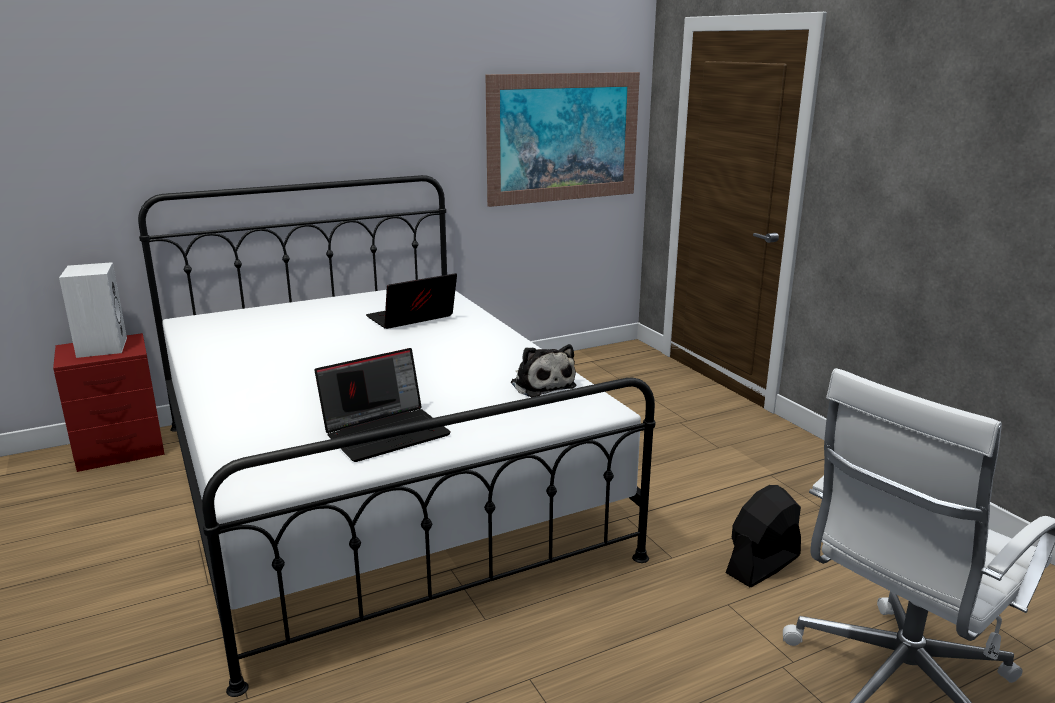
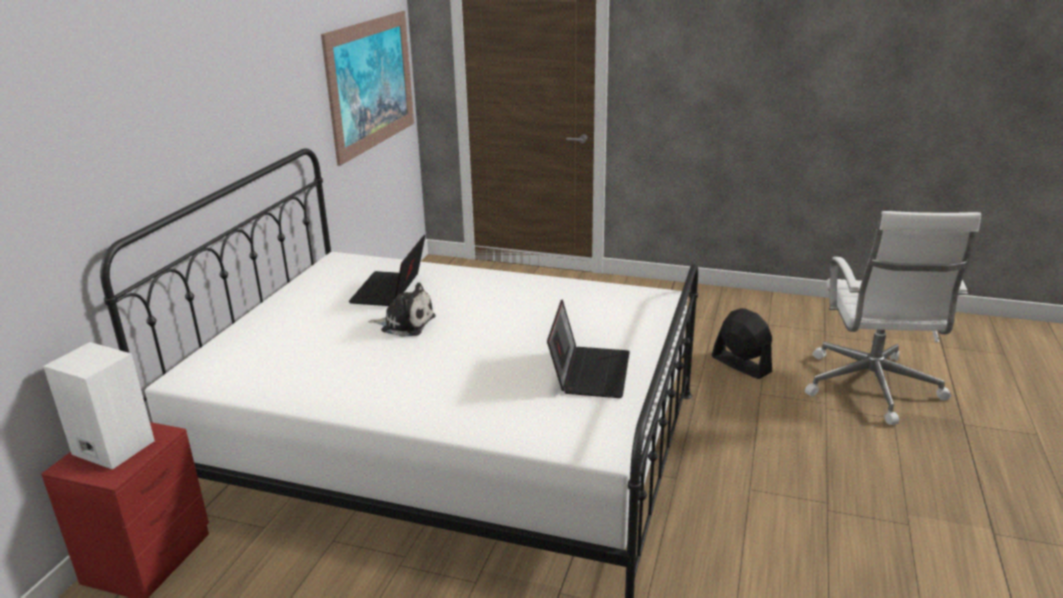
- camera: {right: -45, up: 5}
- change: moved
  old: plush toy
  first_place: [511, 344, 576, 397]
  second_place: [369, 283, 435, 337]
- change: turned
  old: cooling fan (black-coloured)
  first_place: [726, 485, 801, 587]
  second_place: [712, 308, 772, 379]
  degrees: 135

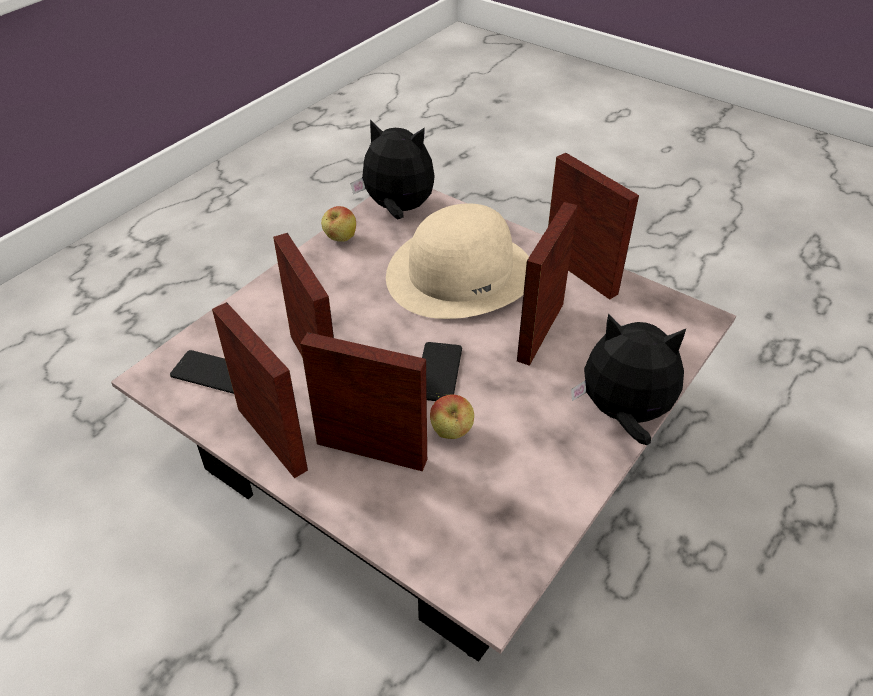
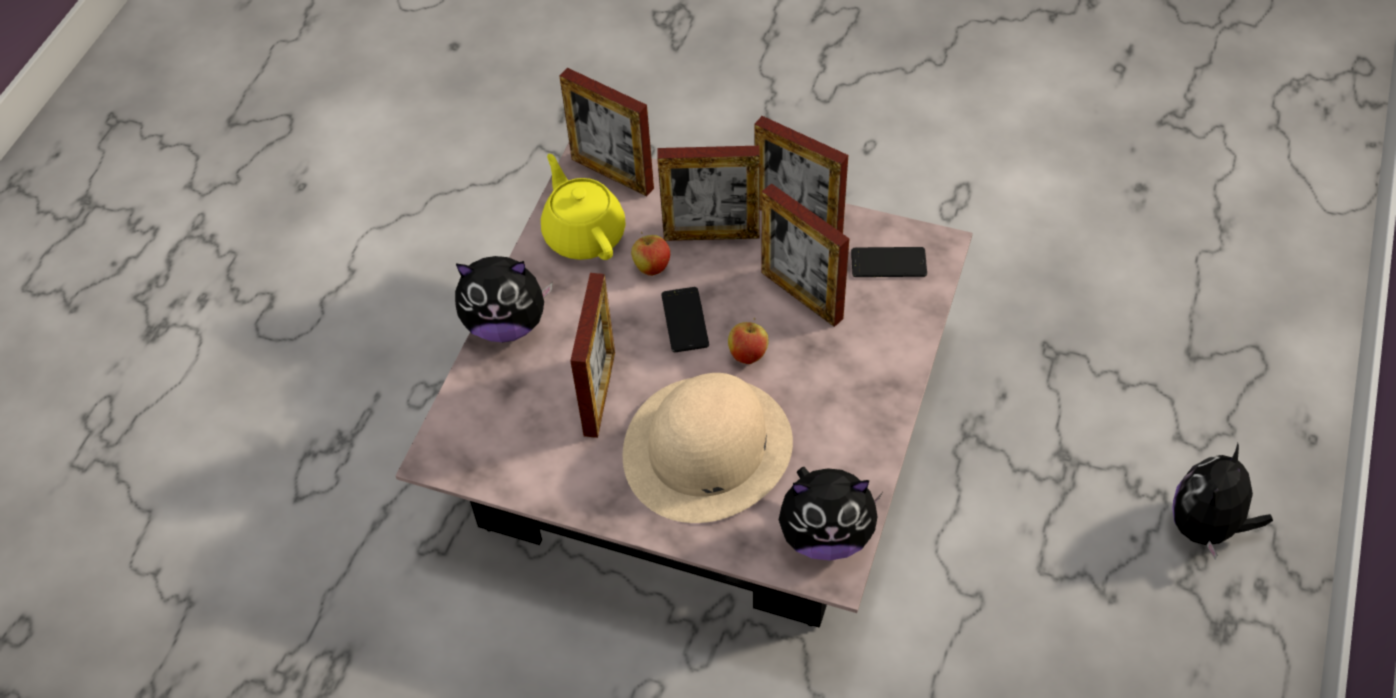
- camera: {right: 165, up: 10}
- change: moved
  old: picture frame
  first_place: [548, 153, 639, 300]
  second_place: [559, 68, 654, 197]
- change: moved
  old: apple
  first_place: [321, 206, 356, 242]
  second_place: [728, 318, 769, 364]
- change: added
  new: tea pot (yellowish)
  second_place: [541, 154, 626, 260]
- change: added
  new: plush toy
  second_place: [1172, 443, 1273, 560]

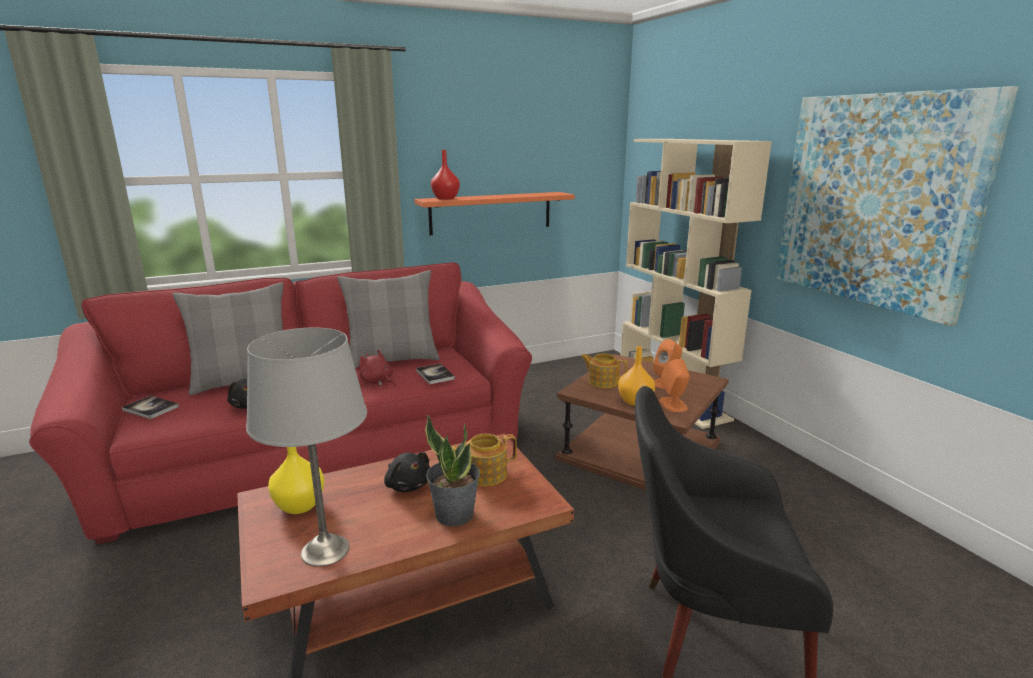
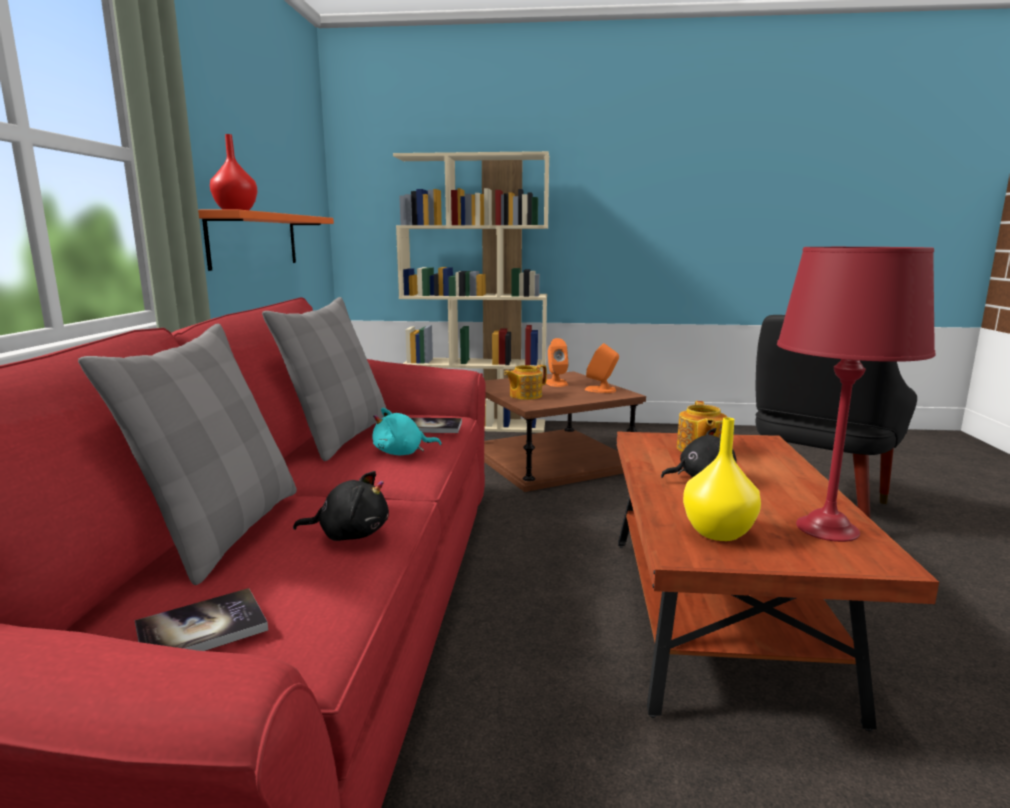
- camera: {right: -60, up: -5}
- change: removed
  old: wall art
  first_place: [776, 86, 1018, 326]
- change: recoloured
  old: table lamp (greyish)
  new: table lamp (red-coloured)
  first_place: [246, 327, 367, 567]
  second_place: [777, 247, 935, 542]
- change: removed
  old: vase (orange)
  first_place: [618, 346, 655, 406]
- change: recoloured
  old: plush toy (red-coloured)
  new: plush toy (blue-green)
  first_place: [359, 350, 395, 386]
  second_place: [372, 408, 442, 455]
- change: removed
  old: plant in a pot
  first_place: [425, 414, 480, 526]

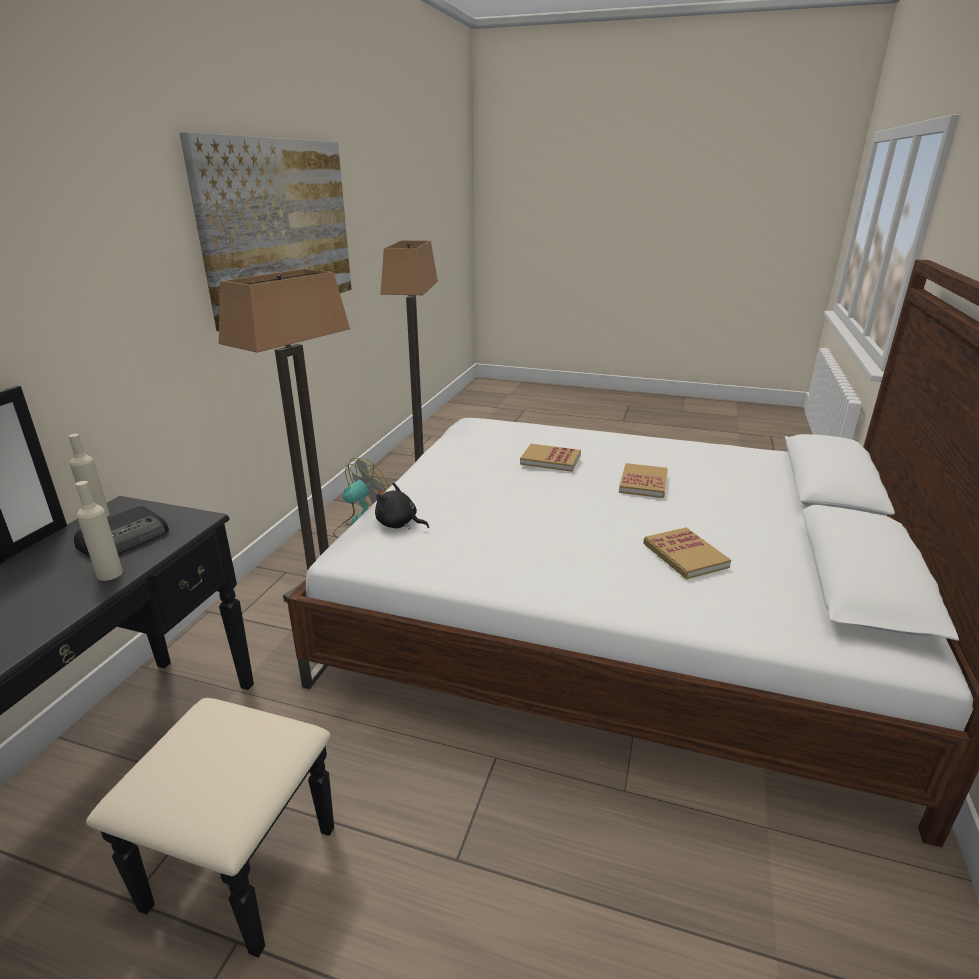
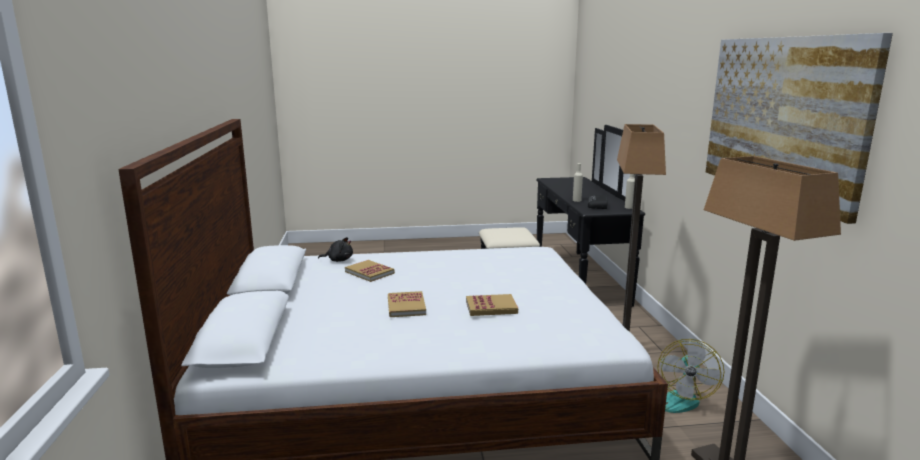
- camera: {right: 155, up: -10}
- change: moved
  old: plush toy (black-coloured)
  first_place: [375, 483, 429, 530]
  second_place: [318, 237, 353, 262]

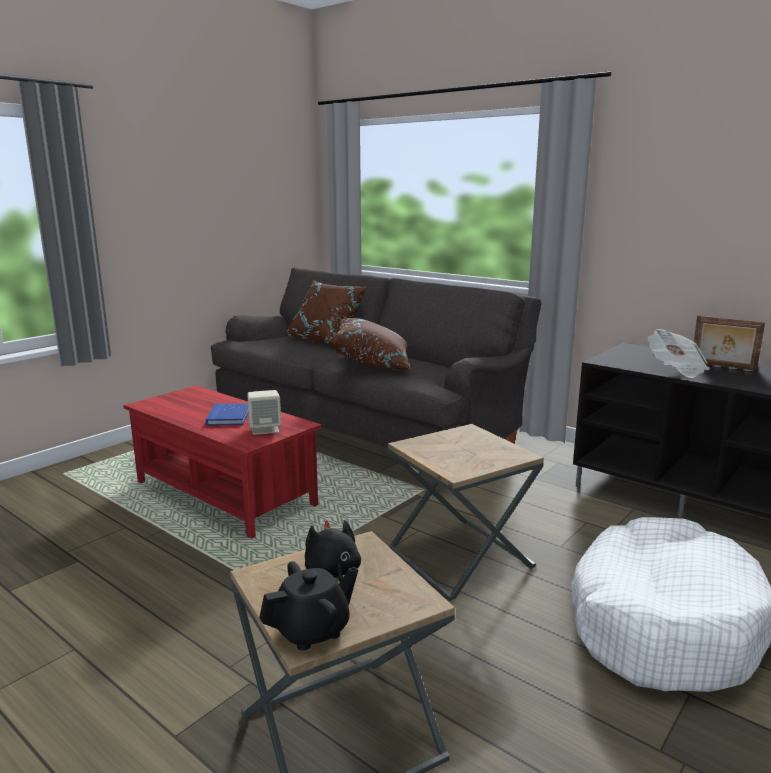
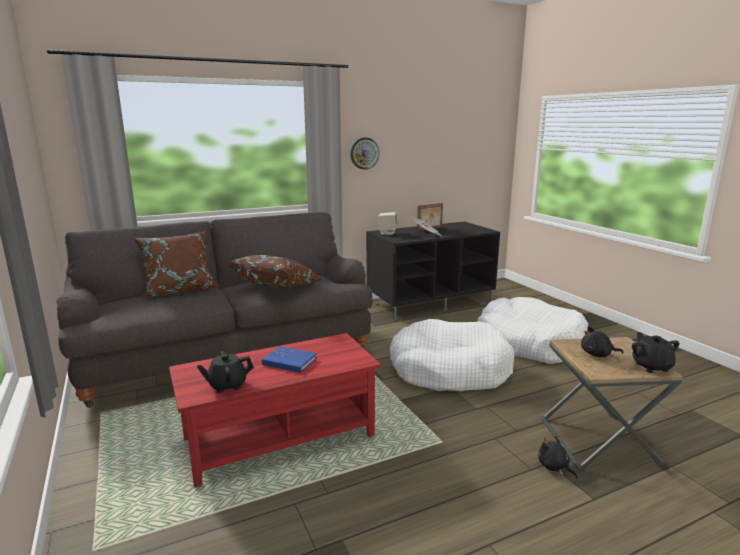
- camera: {right: -65, up: 0}
- change: moved
  old: audio speaker (sand-coloured)
  first_place: [248, 390, 282, 435]
  second_place: [378, 212, 398, 235]
- change: replaced
  old: end table (brownish)
  new: dog bed (white-coloured)
  first_place: [387, 424, 544, 601]
  second_place: [390, 319, 515, 391]
- change: added
  new: hanging clock
  second_place: [350, 137, 379, 170]
- change: added
  new: tea pot (black-coloured)
  second_place: [197, 351, 254, 393]
- change: added
  new: plush toy (black-coloured)
  second_place: [538, 436, 578, 479]

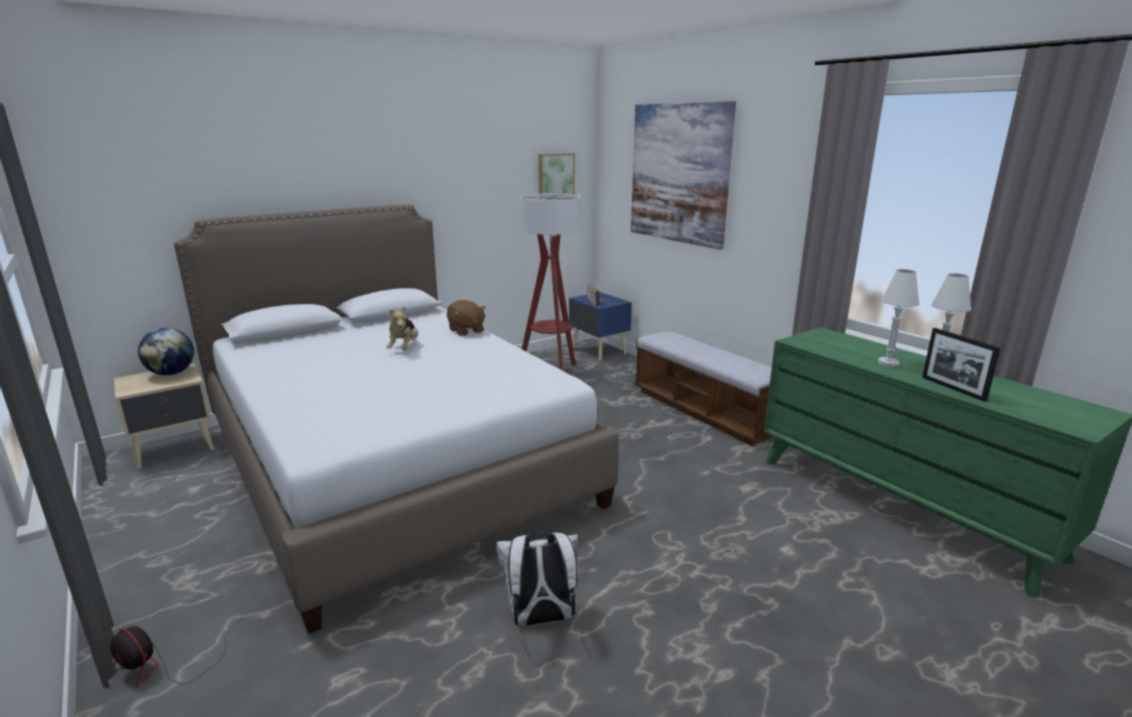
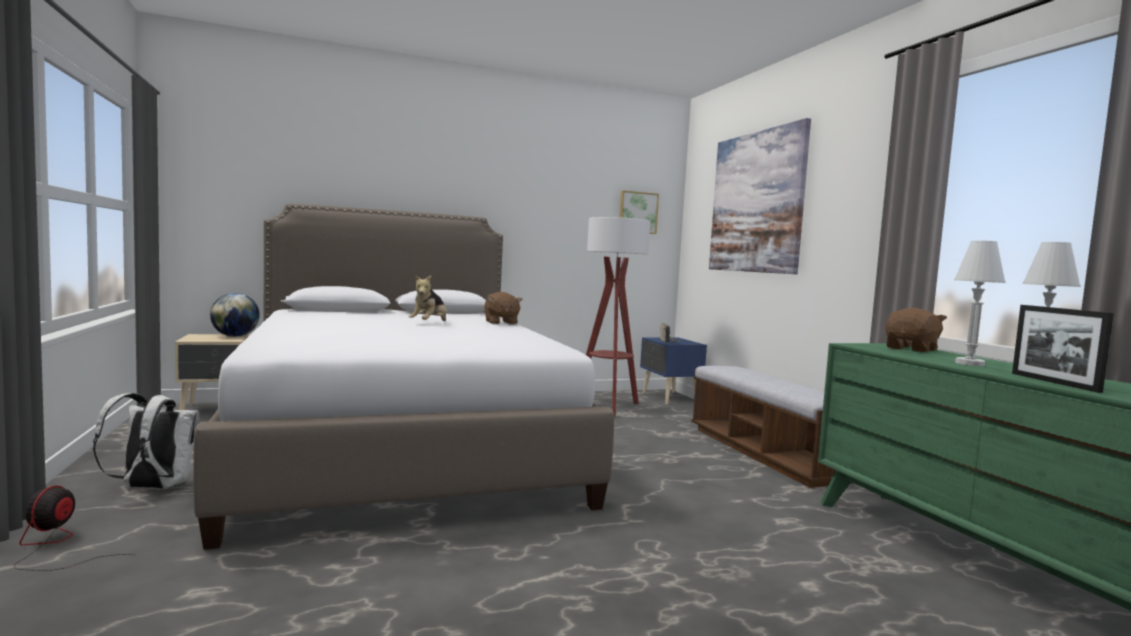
- camera: {right: 15, up: -15}
- change: moved
  old: backpack (white-coloured)
  first_place: [496, 531, 578, 626]
  second_place: [93, 393, 200, 489]
- change: turned
  old: cooling fan
  first_place: [110, 617, 244, 687]
  second_place: [14, 486, 133, 571]
  degrees: 45
- change: added
  new: plush toy (brownish)
  second_place: [885, 308, 947, 352]

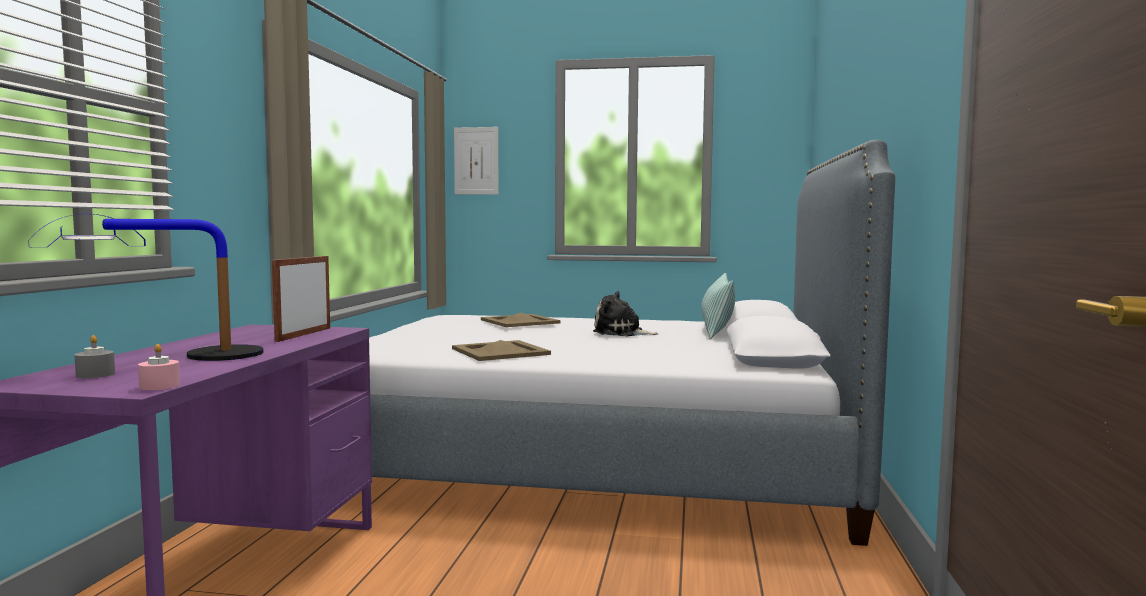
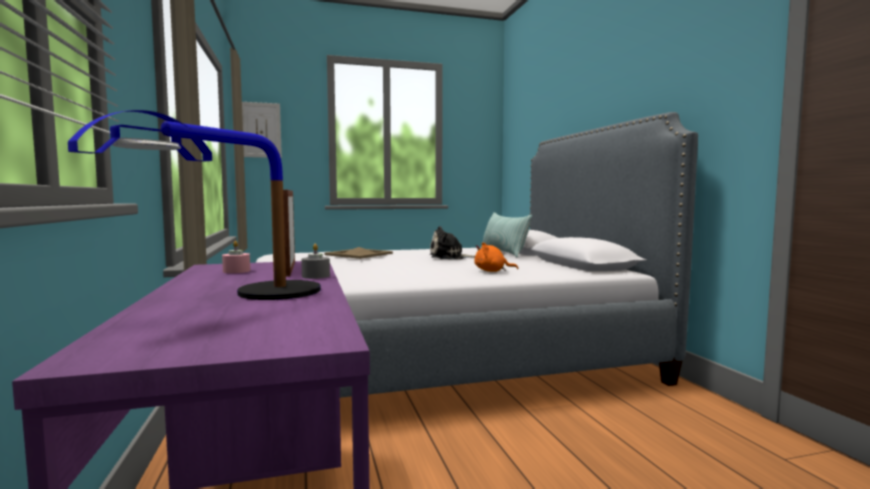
- camera: {right: -25, up: 0}
- change: moved
  old: wax light (greyish)
  first_place: [74, 335, 115, 378]
  second_place: [301, 244, 330, 279]
- change: removed
  old: serving tray (sand-coloured)
  first_place: [452, 340, 551, 361]
- change: moved
  old: wax light (pinkish)
  first_place: [138, 344, 180, 390]
  second_place: [222, 241, 250, 273]
- change: added
  new: plush toy (orange)
  second_place: [474, 243, 518, 272]

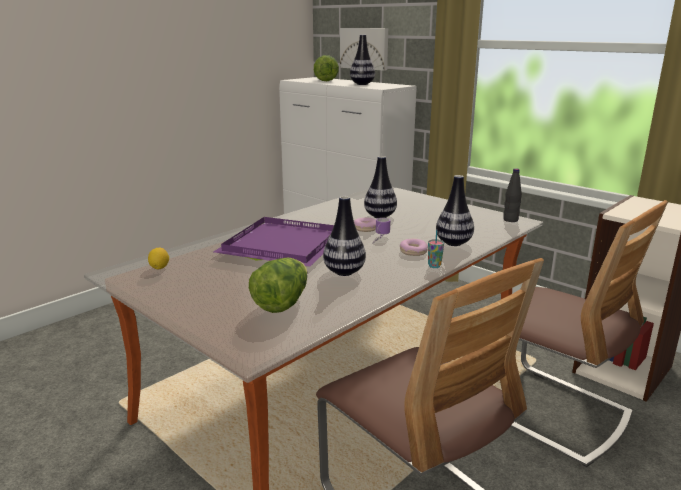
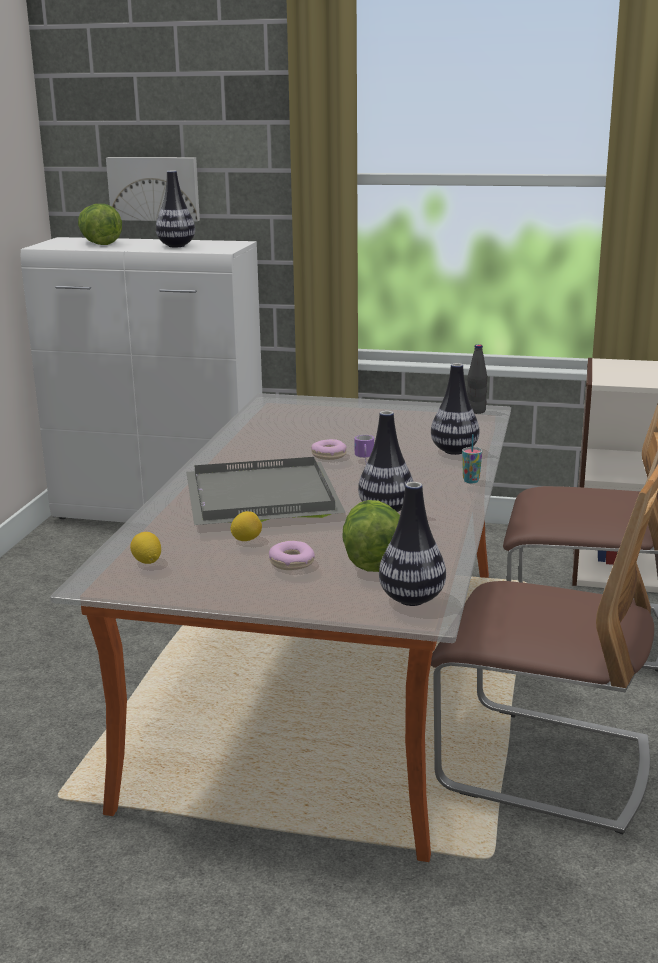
- camera: {right: -30, up: 0}
- change: moved
  old: vase
  first_place: [364, 156, 397, 218]
  second_place: [379, 482, 446, 606]
- change: recoloured
  old: serving tray (purple)
  new: serving tray (greyish)
  first_place: [214, 217, 334, 267]
  second_place: [186, 457, 346, 525]
- change: moved
  old: doughnut
  first_place: [400, 239, 428, 256]
  second_place: [269, 541, 315, 570]
- change: added
  new: lemon
  second_place: [230, 511, 262, 541]

